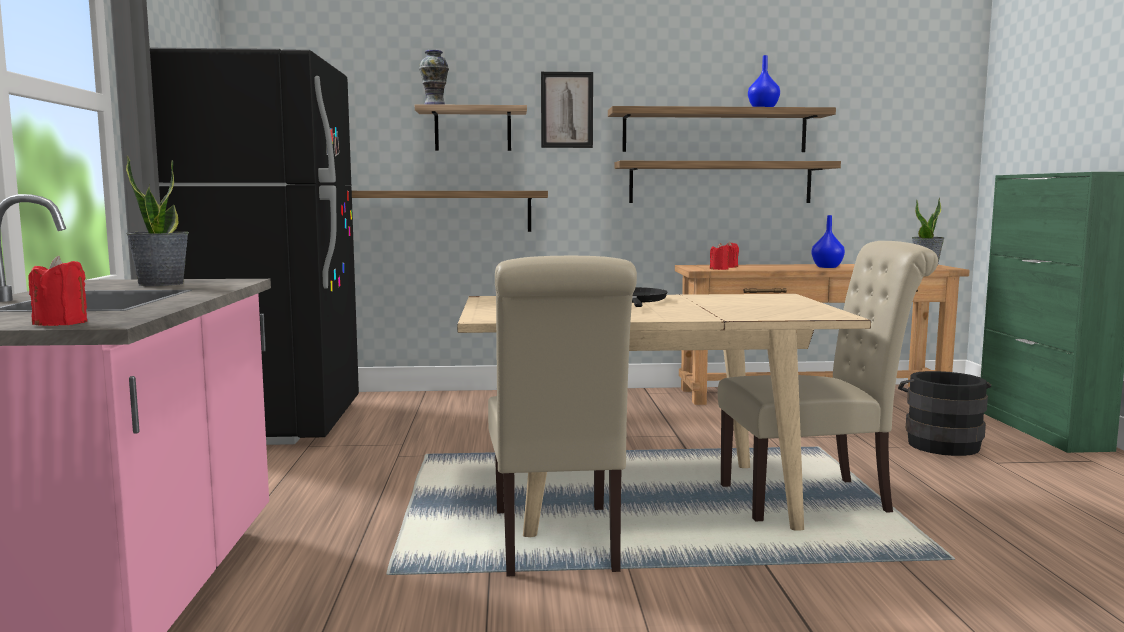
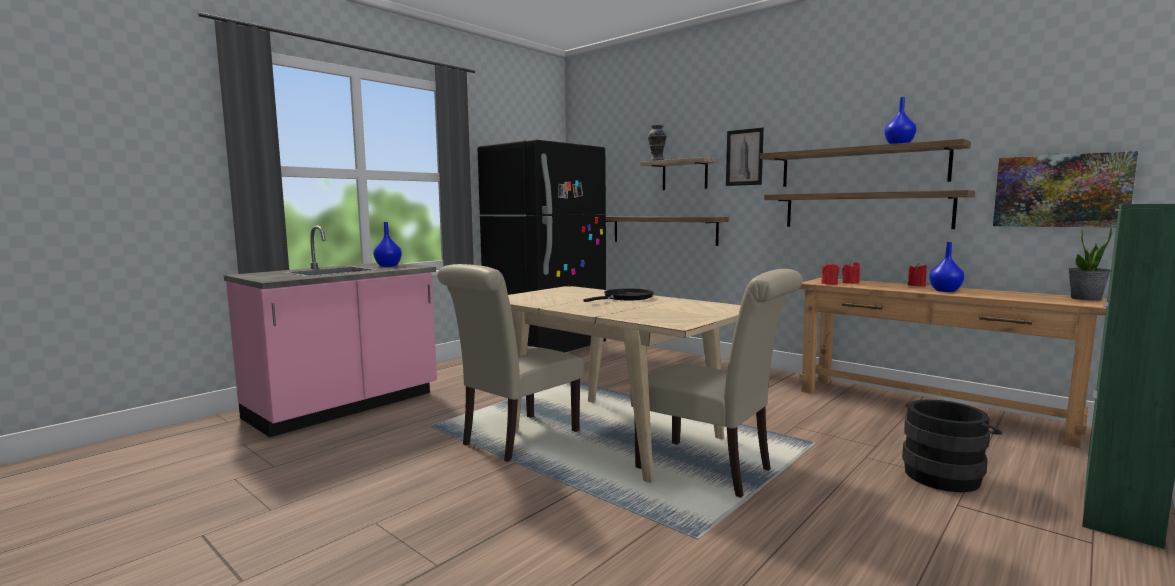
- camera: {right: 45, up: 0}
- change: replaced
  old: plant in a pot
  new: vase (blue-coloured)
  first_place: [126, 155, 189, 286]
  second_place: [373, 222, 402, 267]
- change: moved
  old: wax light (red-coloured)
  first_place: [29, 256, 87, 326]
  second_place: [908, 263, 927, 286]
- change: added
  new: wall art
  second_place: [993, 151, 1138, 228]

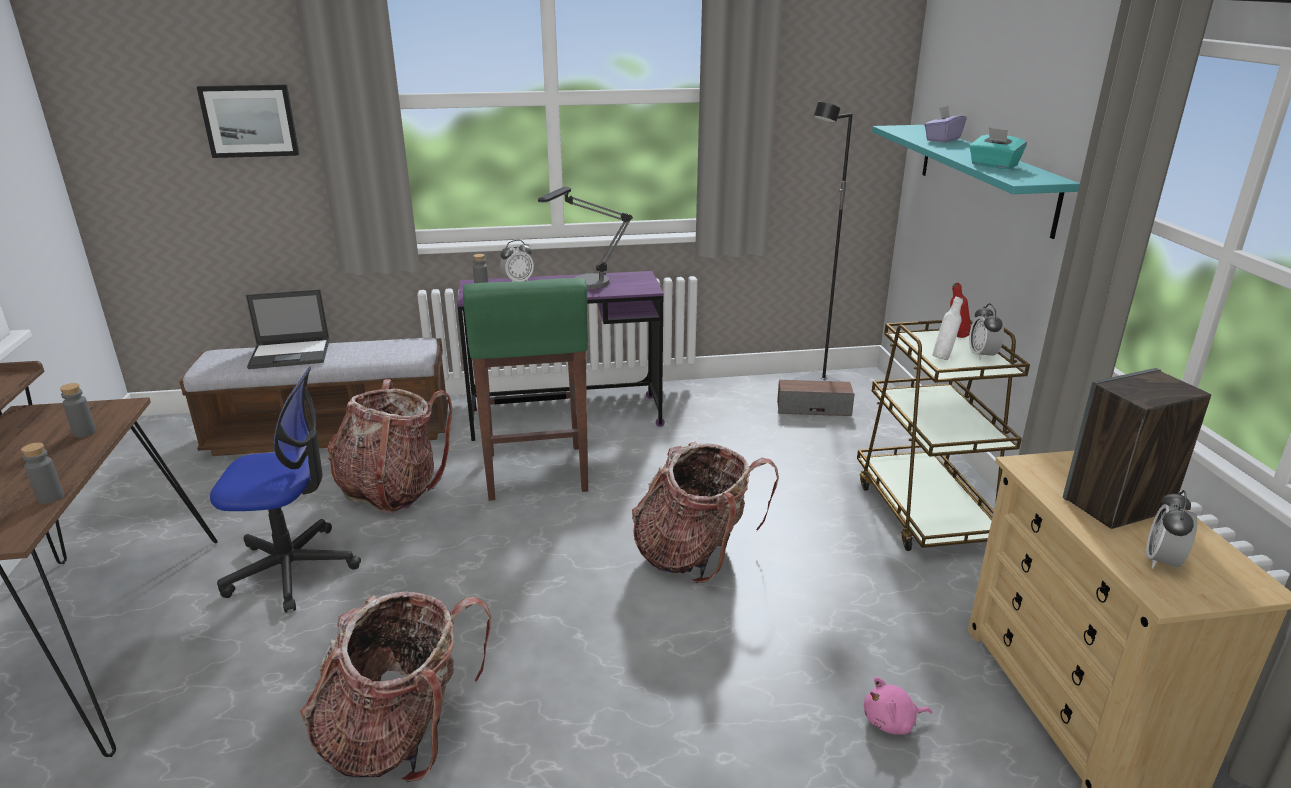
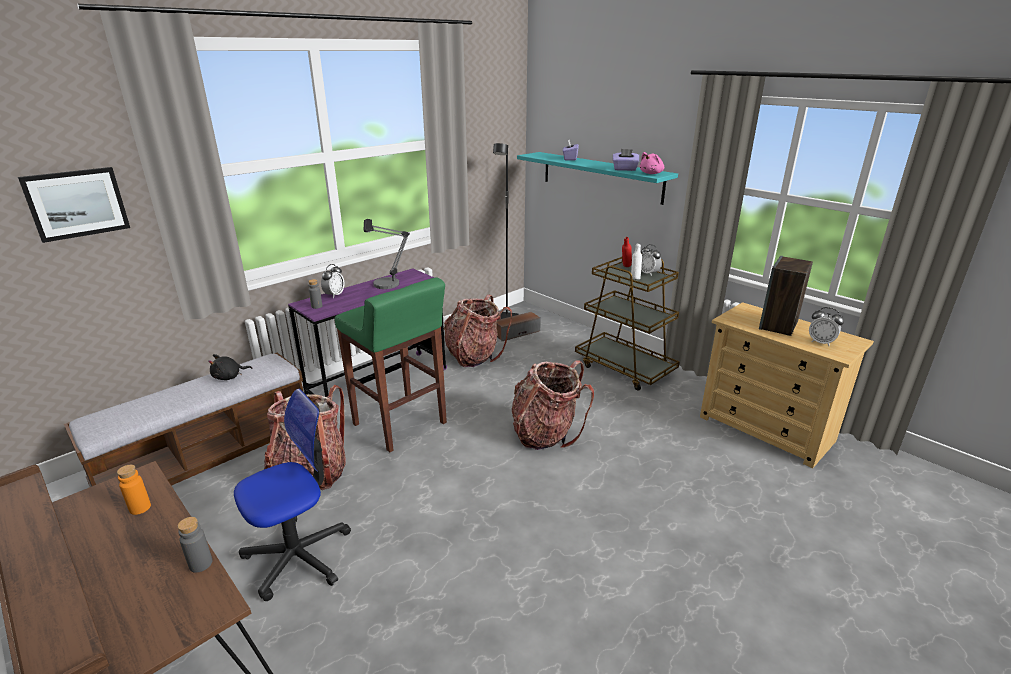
- camera: {right: -35, up: 0}
- change: recoloured
  old: tissue box (blue-green)
  new: tissue box (purple)
  first_place: [969, 127, 1027, 169]
  second_place: [613, 149, 639, 171]
- change: removed
  old: laptop
  first_place: [246, 289, 330, 369]
- change: recoloured
  old: drink bottle (greyish)
  new: drink bottle (orange)
  first_place: [60, 383, 96, 438]
  second_place: [117, 465, 151, 515]
- change: turned
  old: table clock
  first_place: [1146, 490, 1197, 568]
  second_place: [809, 307, 844, 346]
  degrees: -45
- change: moved
  old: backpack
  first_place: [300, 592, 492, 783]
  second_place: [444, 295, 512, 367]
- change: moved
  old: plush toy (pinkish)
  first_place: [864, 677, 932, 735]
  second_place: [640, 152, 664, 174]
- change: added
  new: plush toy (black-coloured)
  second_place: [208, 354, 253, 380]

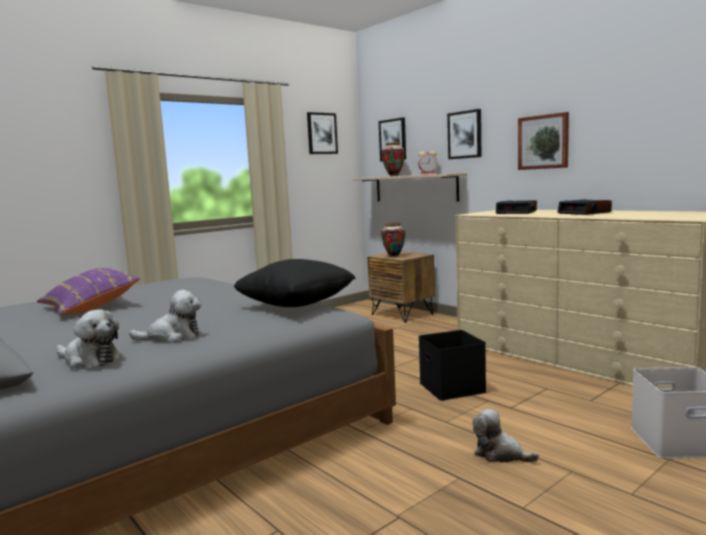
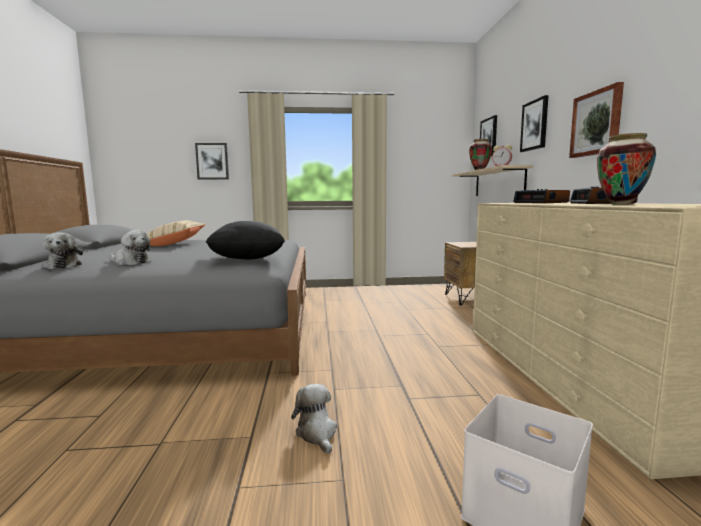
- camera: {right: 35, up: 0}
- change: moved
  old: wall art
  first_place: [307, 112, 338, 154]
  second_place: [195, 143, 229, 180]
- change: moved
  old: vase
  first_place: [381, 223, 405, 257]
  second_place: [597, 133, 656, 205]
- change: recoloured
  old: throw pillow (purple)
  new: throw pillow (sand-coloured)
  first_place: [37, 268, 140, 314]
  second_place: [147, 220, 205, 246]
- change: removed
  old: storage container (black-coloured)
  first_place: [419, 330, 486, 401]

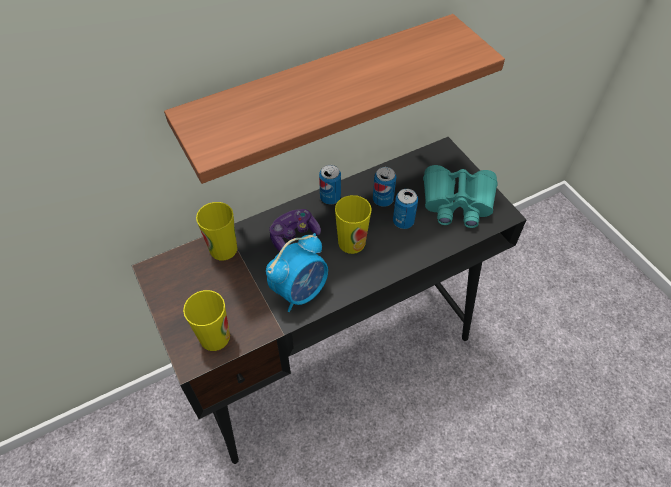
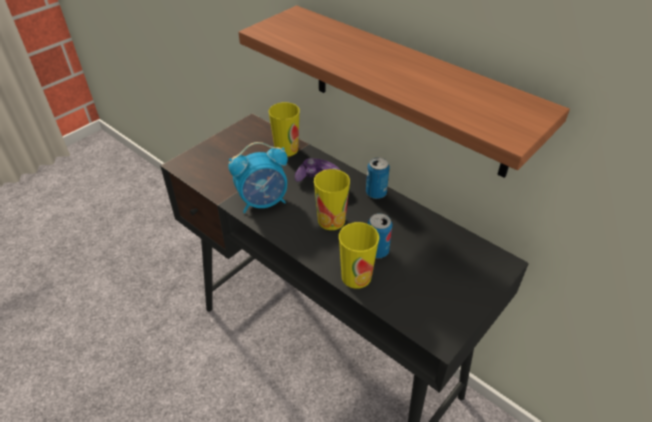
- camera: {right: 70, up: -10}
- change: removed
  old: pair of binoculars (blue-green)
  first_place: [423, 165, 497, 228]
- change: removed
  old: metal can
  first_place: [373, 167, 396, 207]
- change: turned
  old: table clock
  first_place: [266, 233, 328, 312]
  second_place: [228, 142, 288, 213]
  degrees: -45
- change: moved
  old: small cup
  first_place: [183, 290, 230, 351]
  second_place: [339, 222, 379, 289]

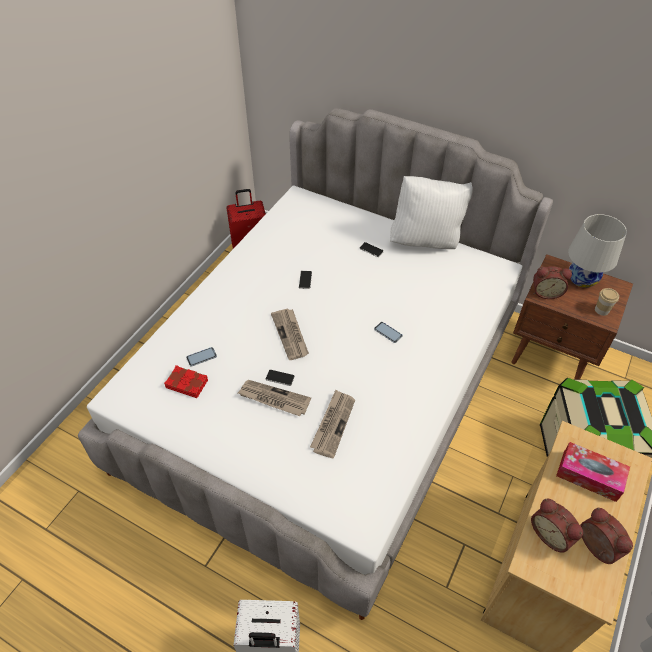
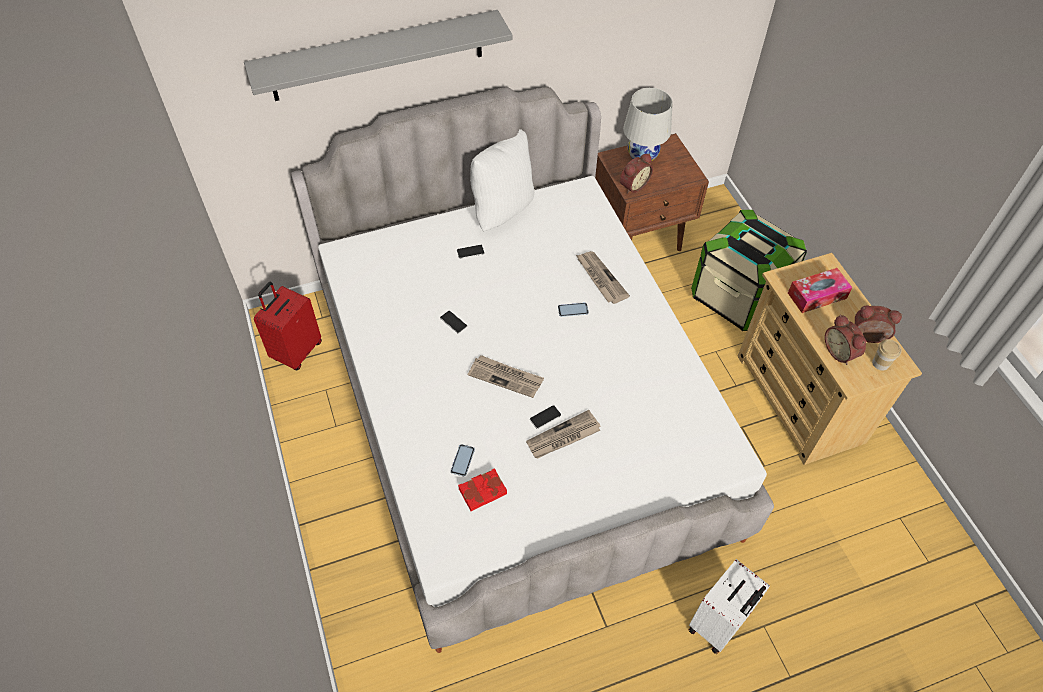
- camera: {right: -50, up: 5}
- change: moved
  old: small cup
  first_place: [595, 288, 619, 316]
  second_place: [872, 339, 902, 371]
- change: moved
  old: printed paper
  first_place: [310, 390, 355, 459]
  second_place: [576, 251, 630, 304]
- change: turned
  old: table clock
  first_place: [531, 499, 583, 553]
  second_place: [825, 315, 866, 365]
  degrees: 60
- change: added
  new: wall shelf (greyish)
  second_place: [244, 10, 512, 101]

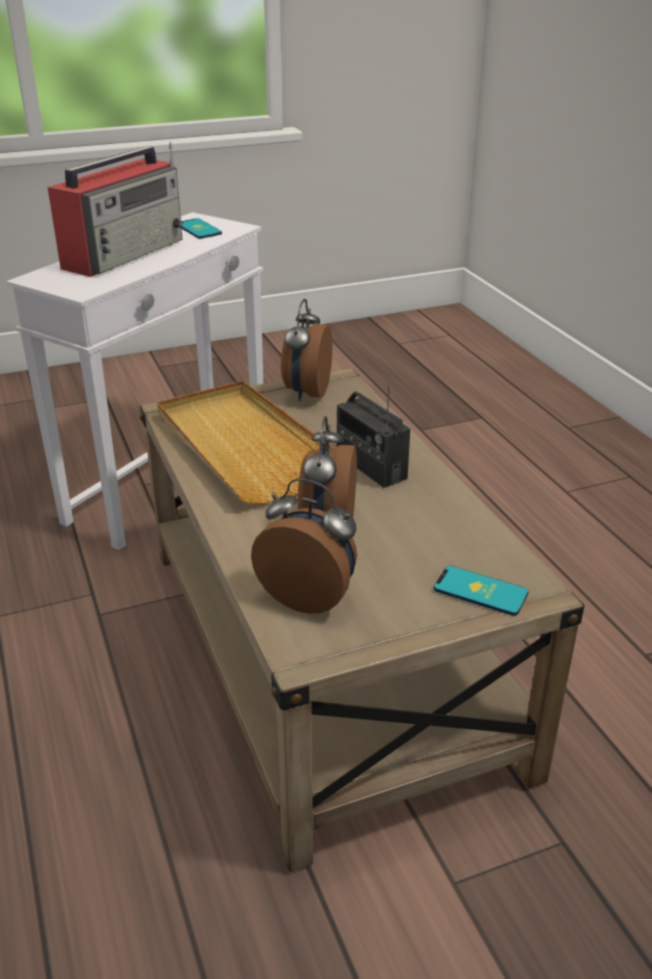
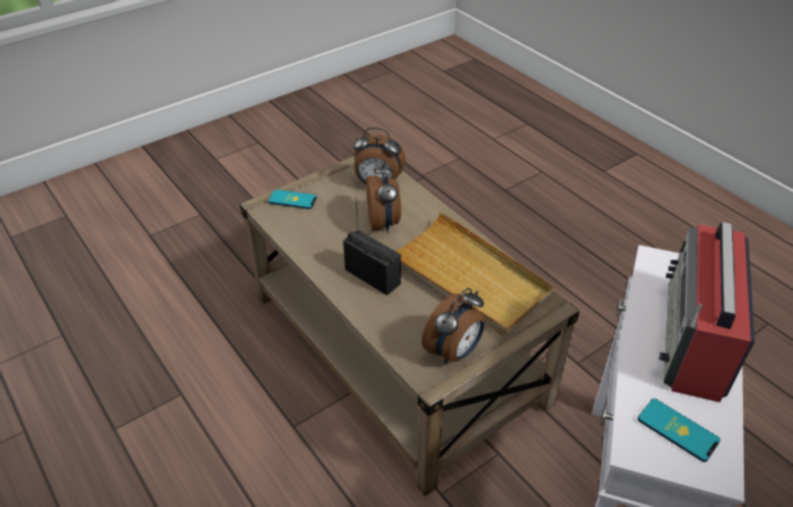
- camera: {right: 165, up: 10}
- change: turned
  old: table clock
  first_place: [281, 299, 332, 401]
  second_place: [421, 288, 484, 364]
  degrees: 45

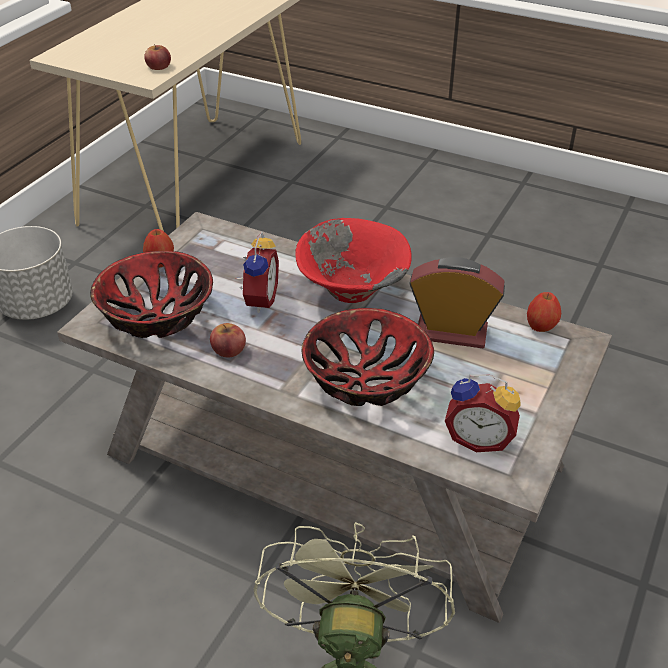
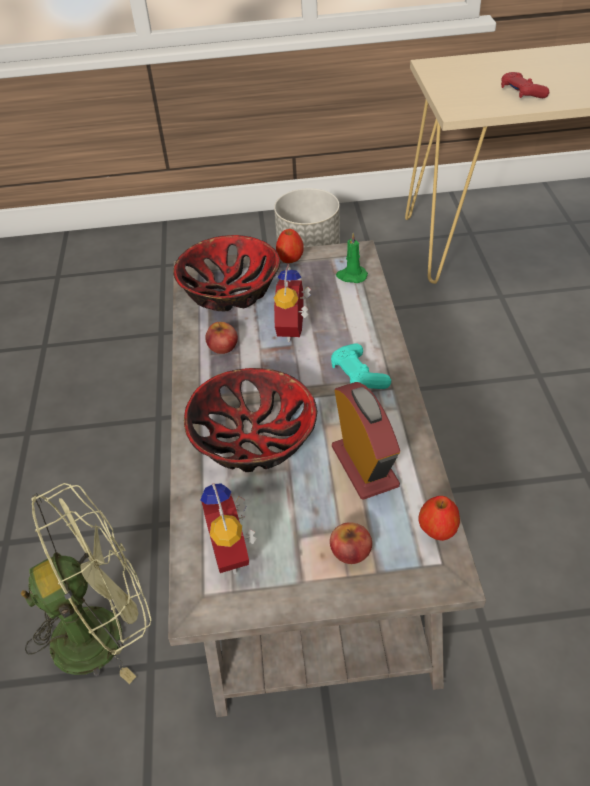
- camera: {right: 60, up: 5}
- change: moved
  old: apple
  first_place: [144, 44, 171, 70]
  second_place: [330, 522, 372, 564]
- change: replaced
  old: serving bowl (red-coloured)
  new: game controller (blue-green)
  first_place: [295, 218, 412, 303]
  second_place: [331, 343, 391, 389]
- change: turned
  old: table clock
  first_place: [236, 232, 279, 313]
  second_place: [274, 264, 311, 342]
  degrees: 120
- change: added
  new: game controller (red-coloured)
  second_place: [501, 72, 549, 98]
- change: added
  new: wax light (green)
  second_place: [336, 233, 368, 283]

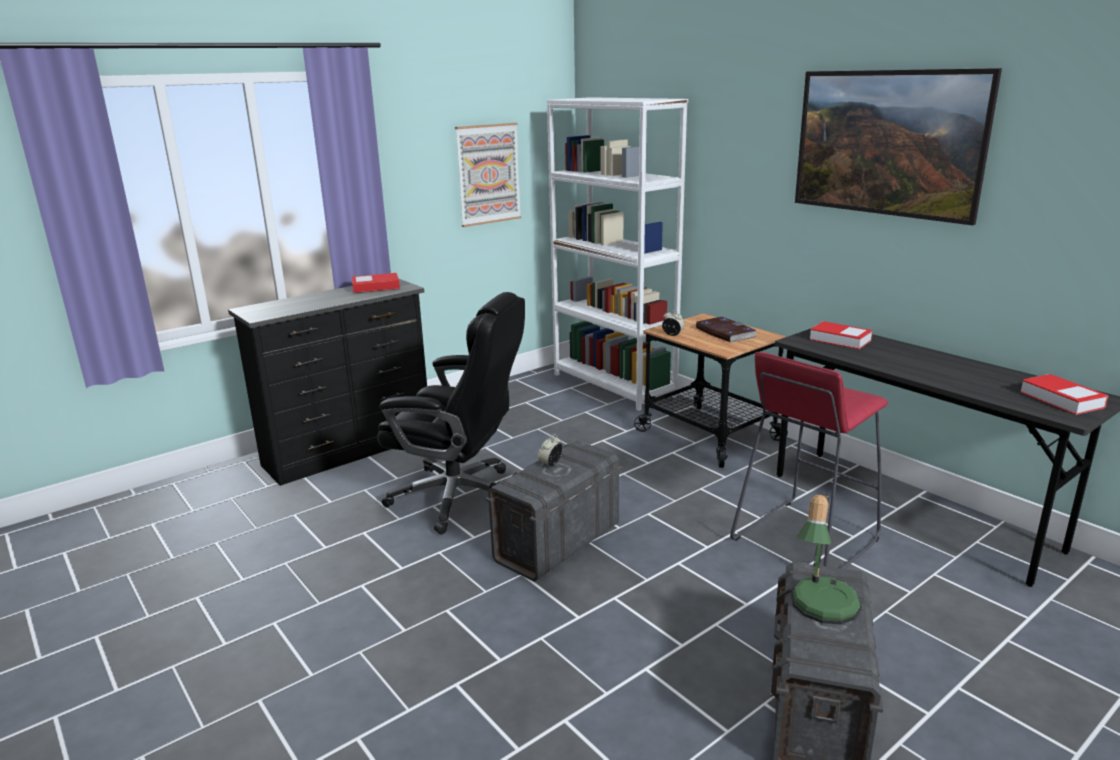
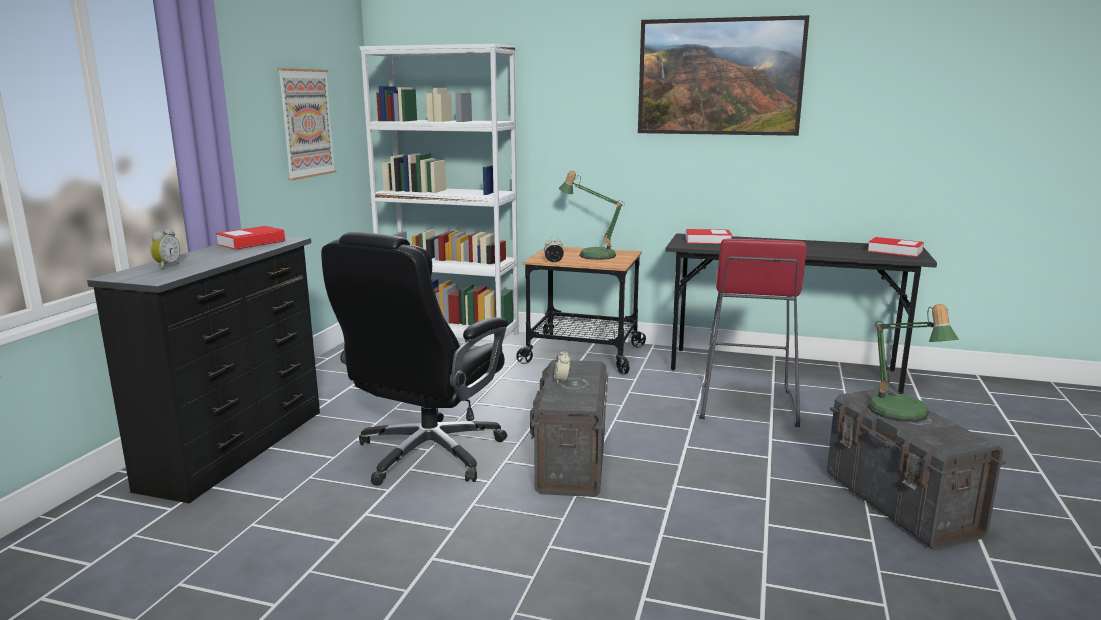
- camera: {right: -35, up: -5}
- change: turned
  old: computer chair (black-coloured)
  first_place: [377, 292, 525, 535]
  second_place: [321, 232, 508, 486]
  degrees: 135
- change: replaced
  old: volume
  new: table lamp
  first_place: [696, 317, 758, 342]
  second_place: [559, 171, 625, 260]
- change: added
  new: table clock
  second_place: [150, 228, 180, 269]

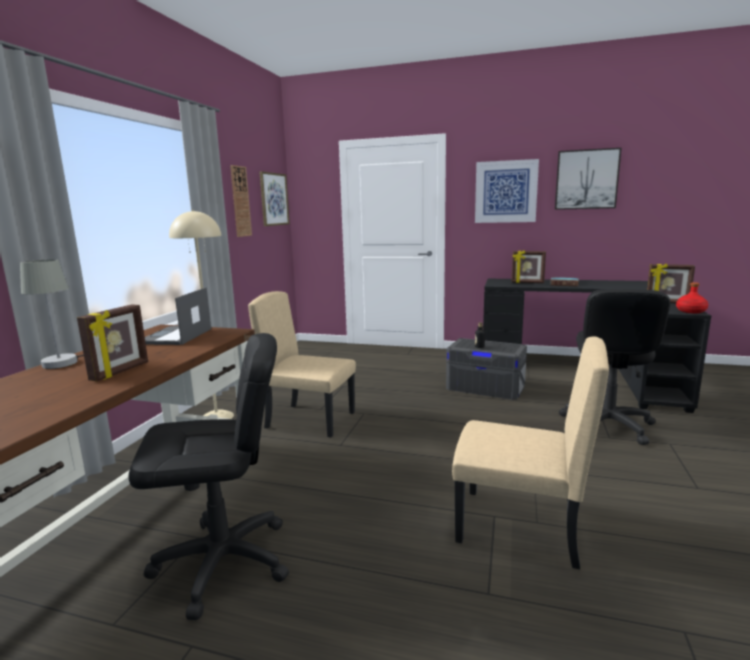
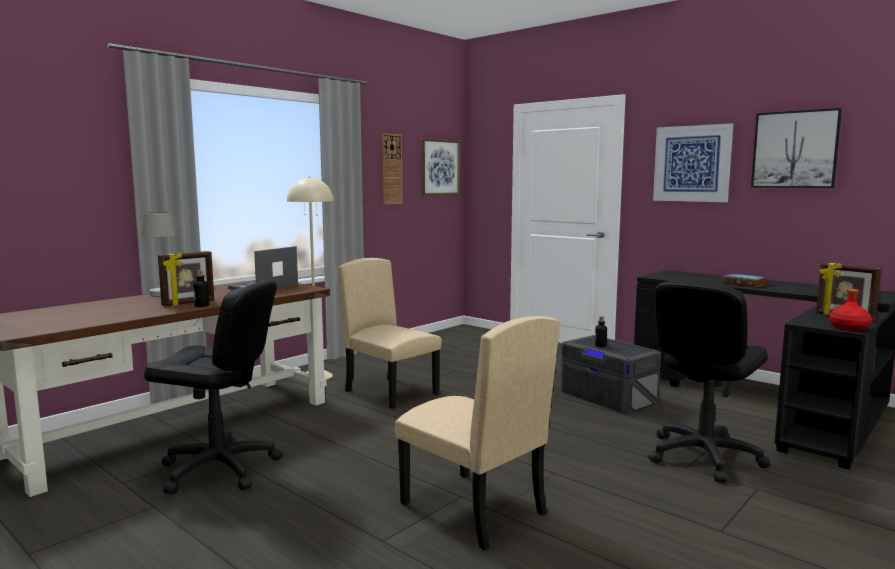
- camera: {right: 25, up: -5}
- change: removed
  old: picture frame
  first_place: [511, 250, 546, 283]
- change: added
  new: drink bottle
  second_place: [193, 270, 209, 307]

